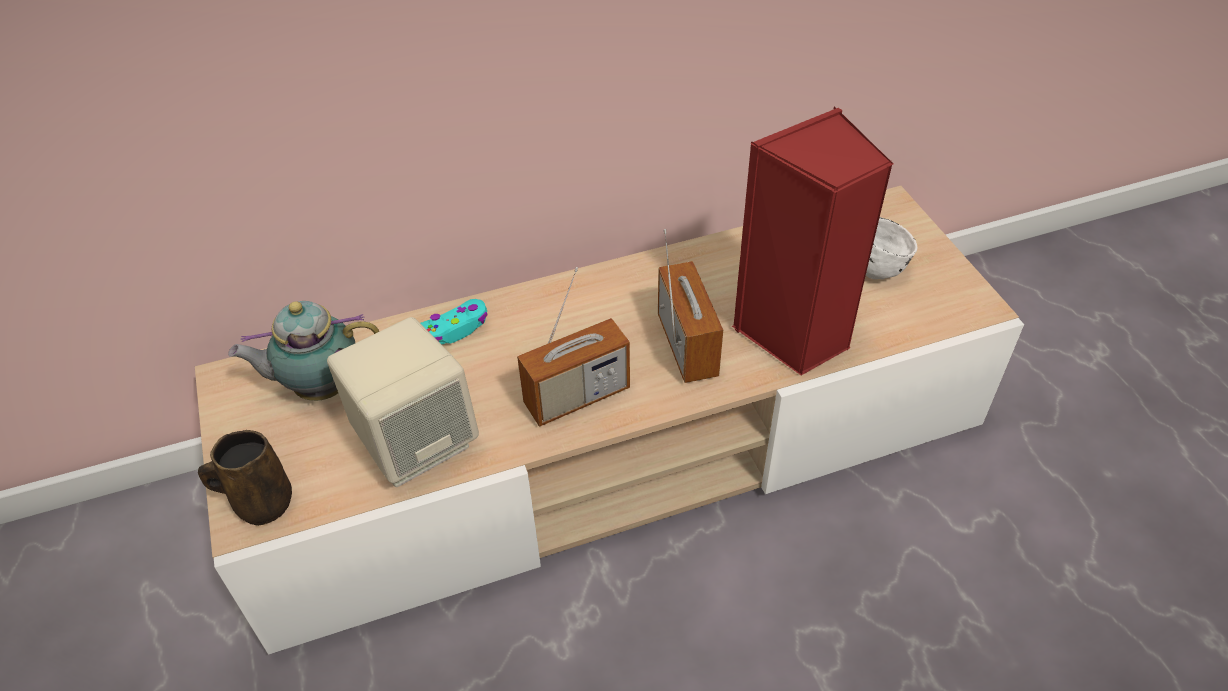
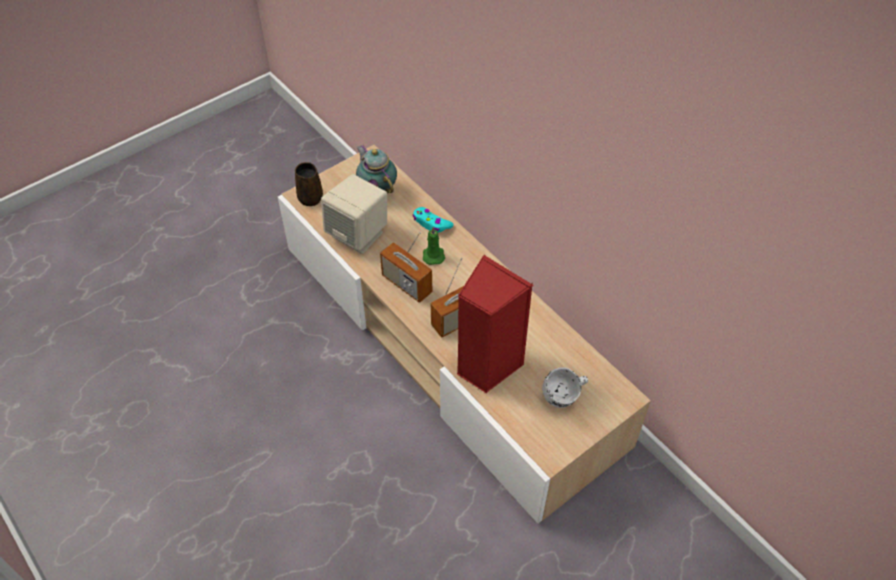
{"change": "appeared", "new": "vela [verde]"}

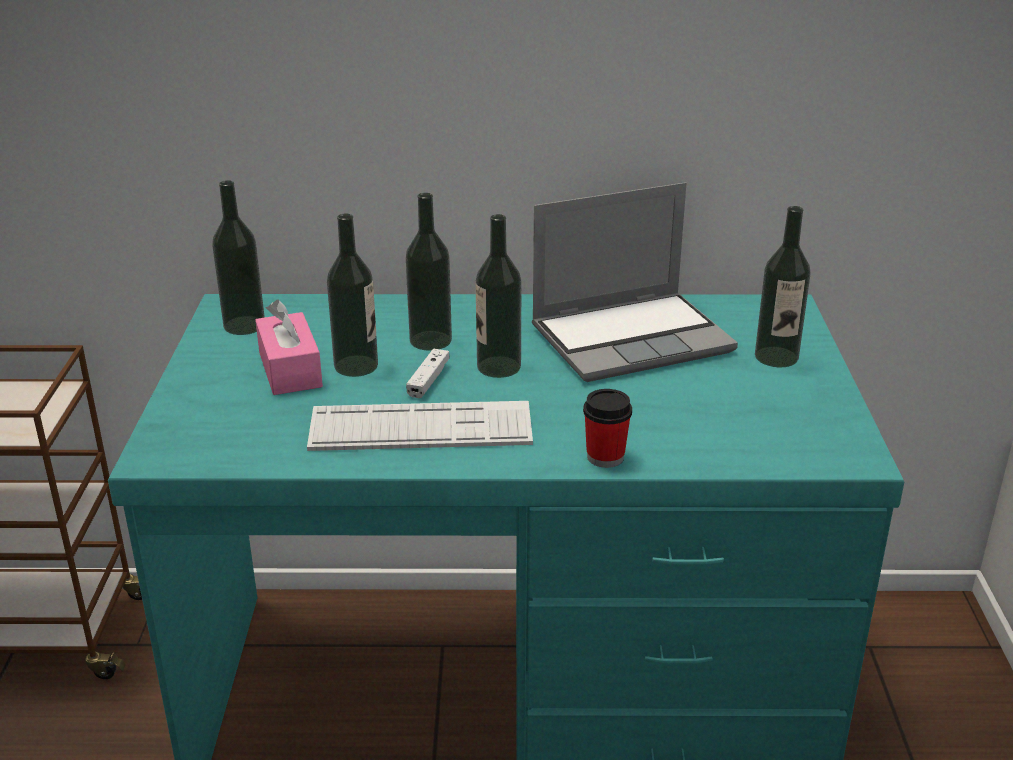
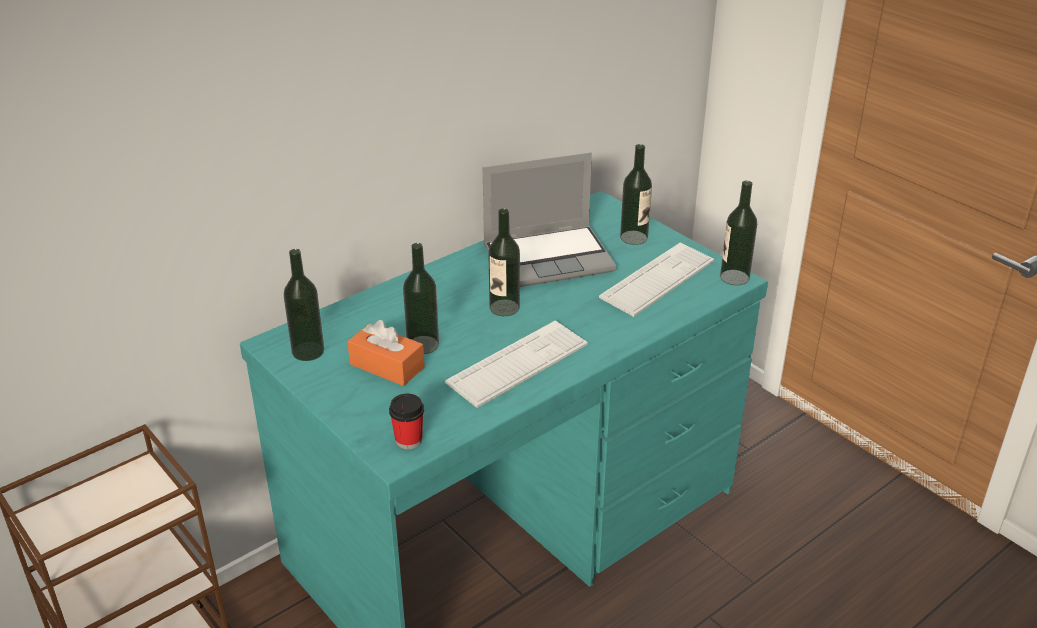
{"change": "colour", "old": "caja de pañuelos [rosa]", "new": "caja de pañuelos [naranja]"}
{"change": "relocated", "old": "botella (no. 3 from left in the first image)", "new": "botella (no. 5 from left)"}
{"change": "missing", "old": "mando de consola [blanco]"}
{"change": "spun", "old": "portátil", "degrees": 45}
{"change": "relocated", "old": "taza"}
{"change": "appeared", "new": "teclado (no. 2 from left)"}

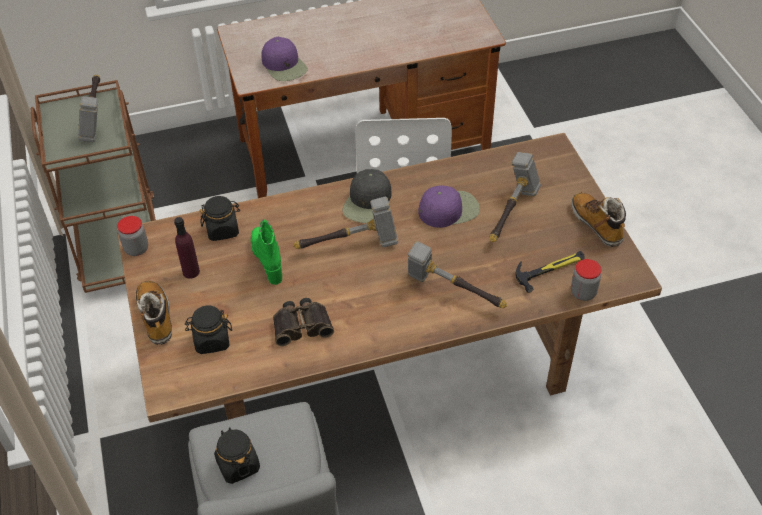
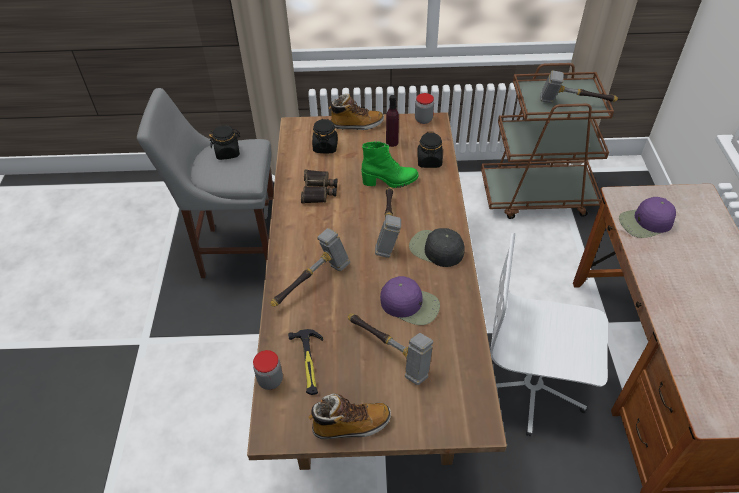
{"change": "spun", "old": "gorra [morado] (no. 2 from left in the first image)", "degrees": -60}

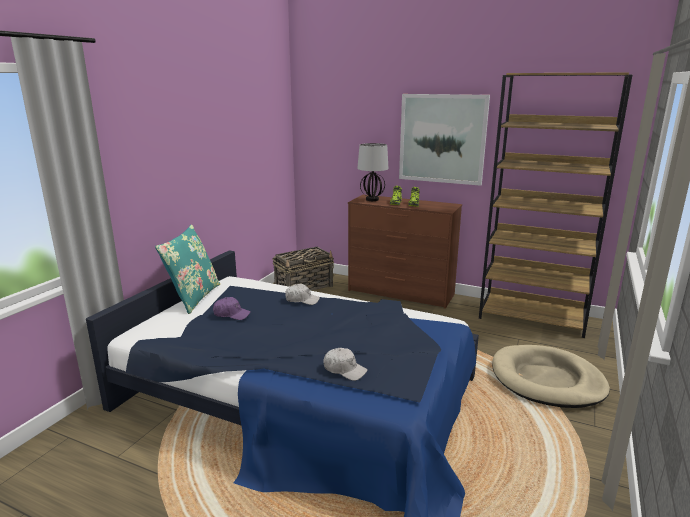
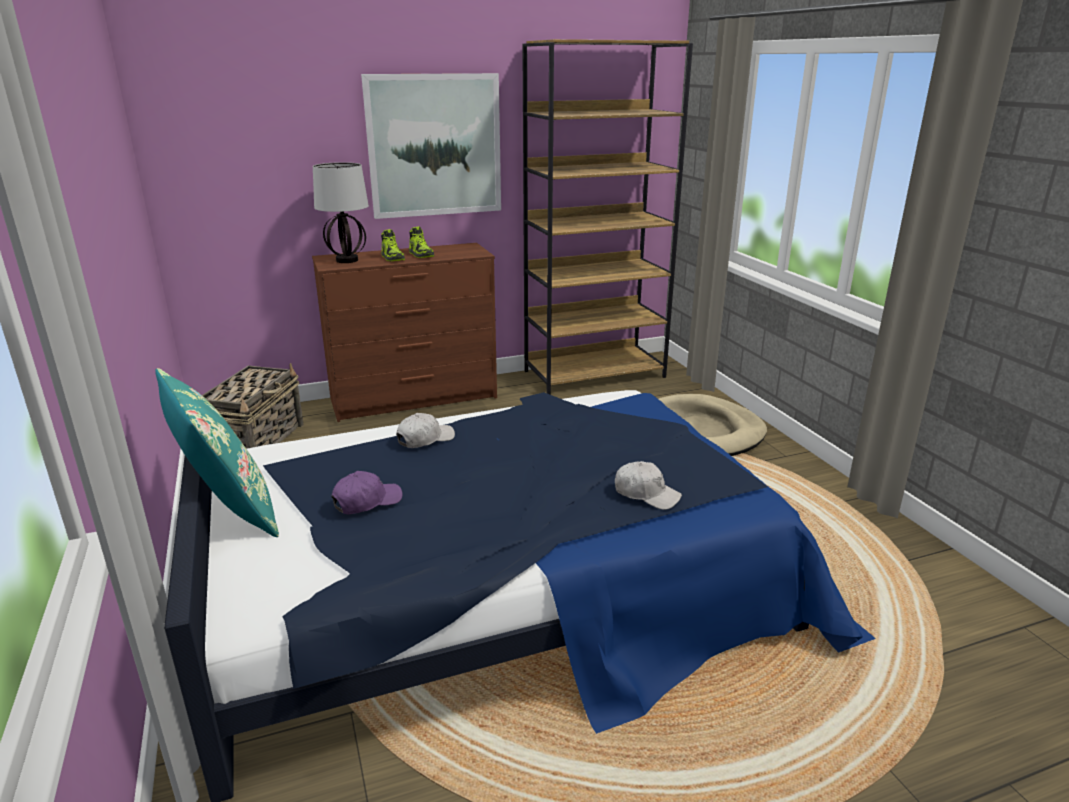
{"change": "spun", "old": "gorra [blanco] (no. 2 from left)", "degrees": 45}

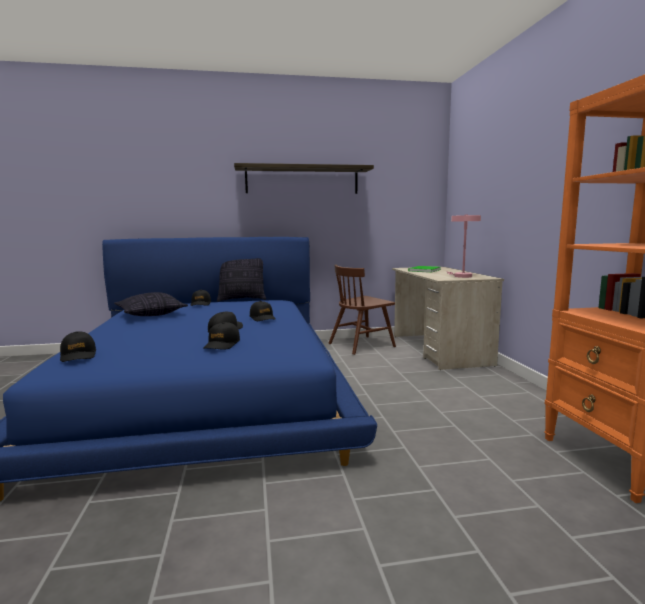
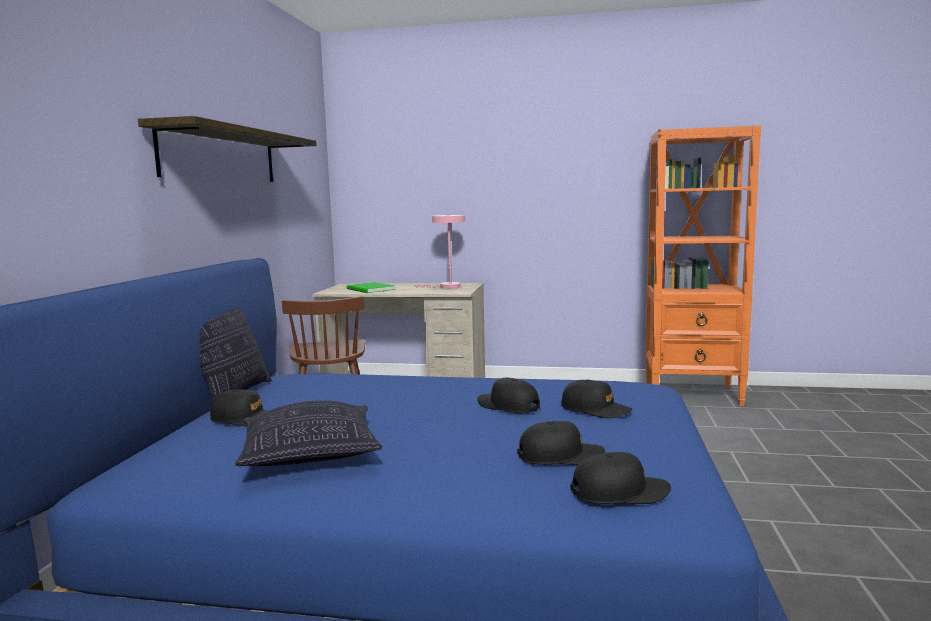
{"change": "relocated", "old": "gorra [negro] (no. 5 from left in the first image)", "new": "gorra [negro] (no. 3 from left)"}

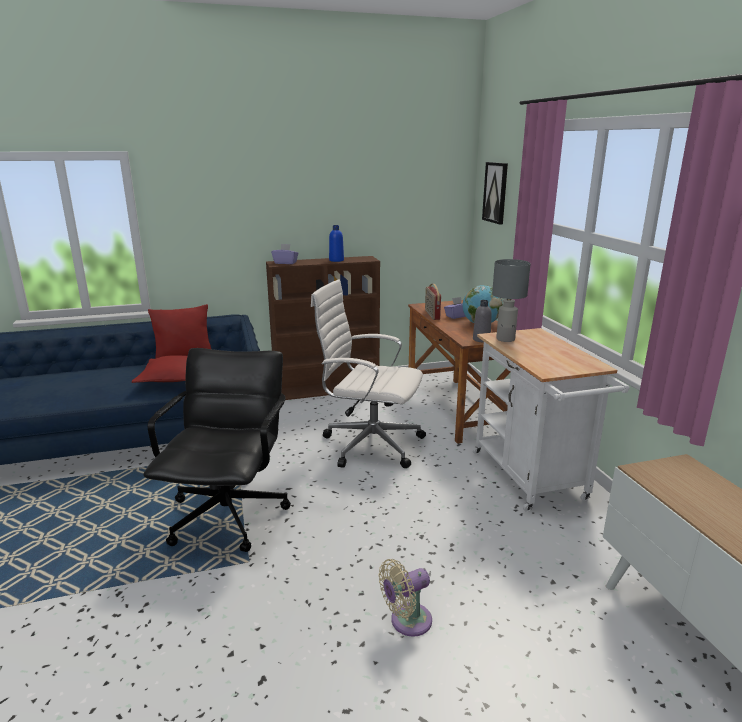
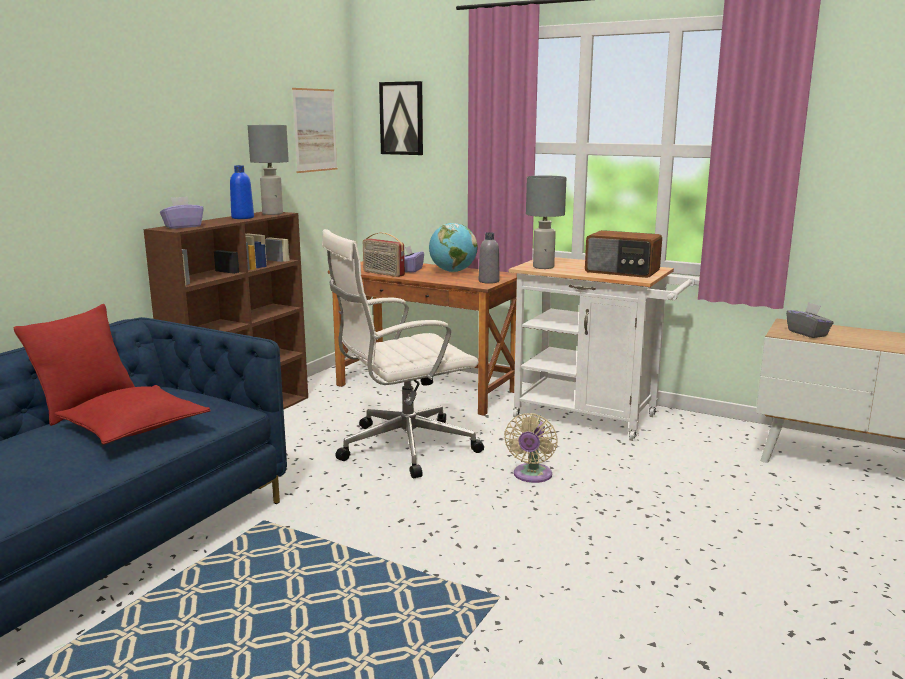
{"change": "missing", "old": "silla de oficina [negro]"}
{"change": "relocated", "old": "ventilador [beis]"}
{"change": "appeared", "new": "lámpara de mesa [gris] (no. 1 from left)"}
{"change": "appeared", "new": "cuadro (no. 1 from left)"}
{"change": "appeared", "new": "radio (no. 2 from left)"}
{"change": "appeared", "new": "caja de pañuelos [gris]"}

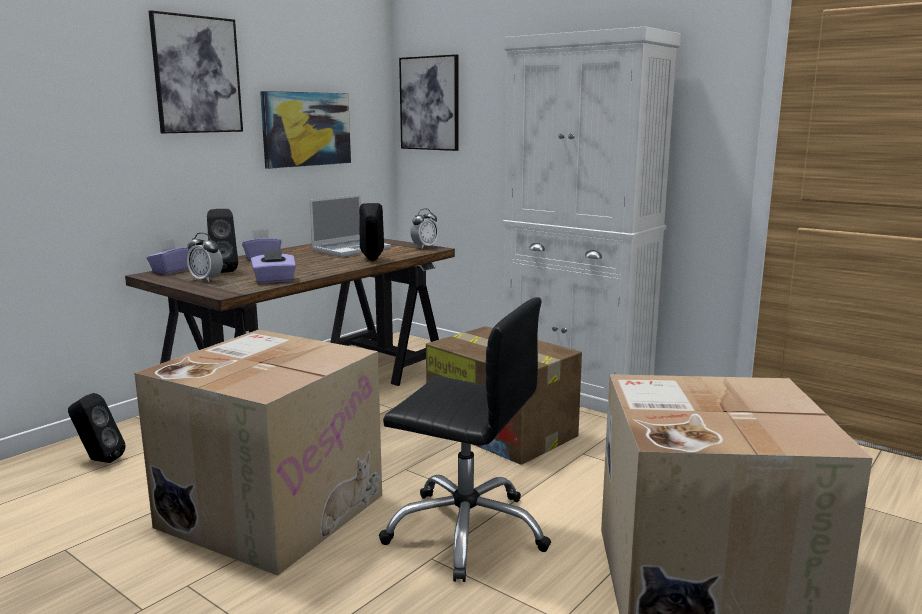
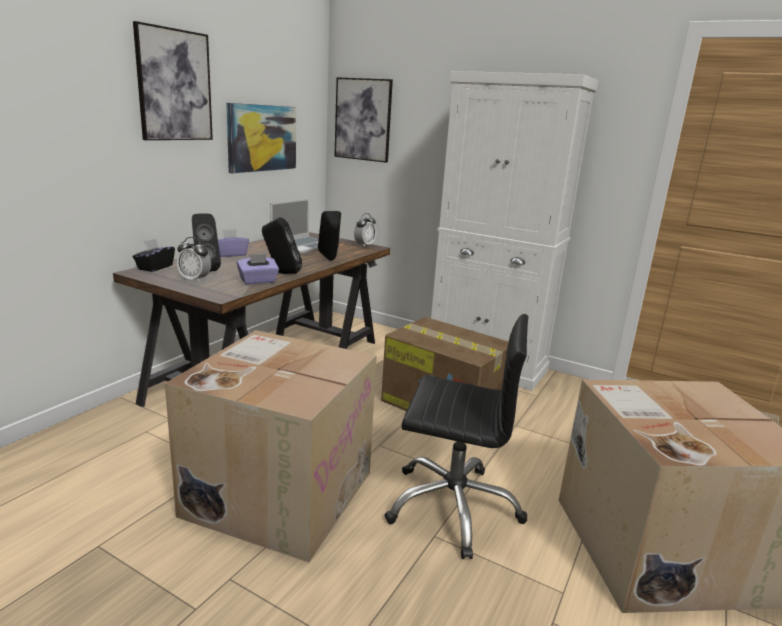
{"change": "relocated", "old": "altavoz [negro] (no. 1 from left in the first image)", "new": "altavoz [negro] (no. 2 from left)"}
{"change": "colour", "old": "caja de pañuelos [morado] (no. 1 from left)", "new": "caja de pañuelos [negro]"}

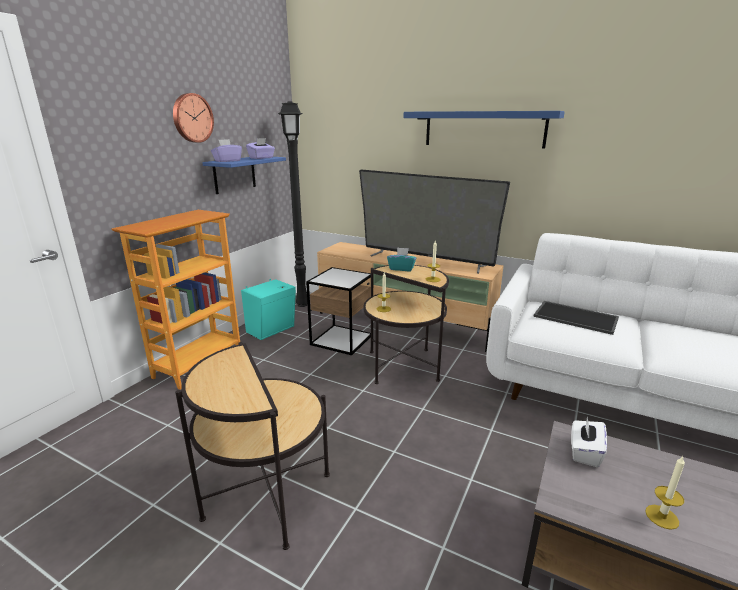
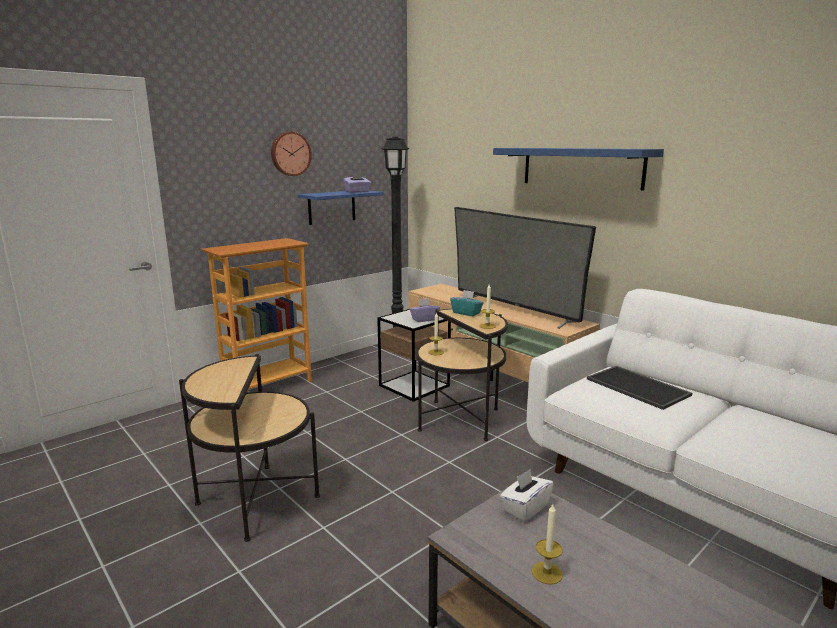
{"change": "relocated", "old": "caja de pañuelos [morado] (no. 1 from left in the first image)", "new": "caja de pañuelos [morado] (no. 2 from left)"}
{"change": "missing", "old": "altavoz [turquesa]"}

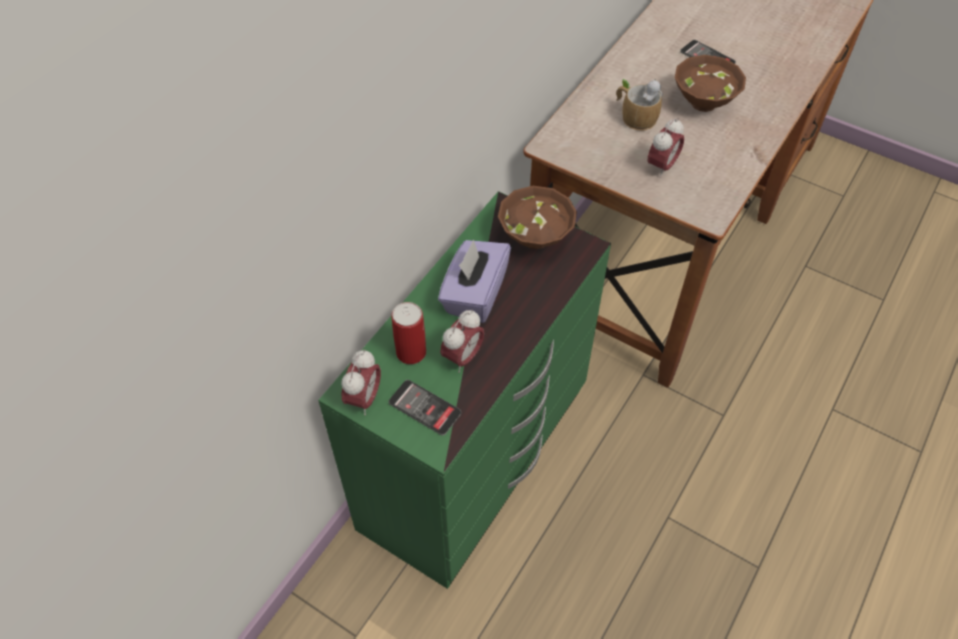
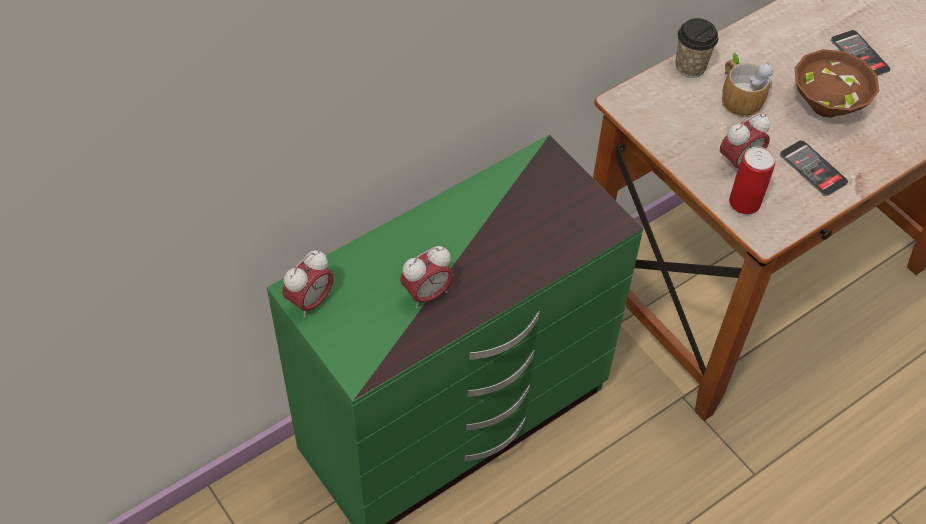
{"change": "relocated", "old": "móvil (no. 1 from left)"}
{"change": "relocated", "old": "lata"}
{"change": "missing", "old": "caja de pañuelos [morado]"}
{"change": "missing", "old": "cuenco [marrón] (no. 1 from left)"}
{"change": "appeared", "new": "taza"}

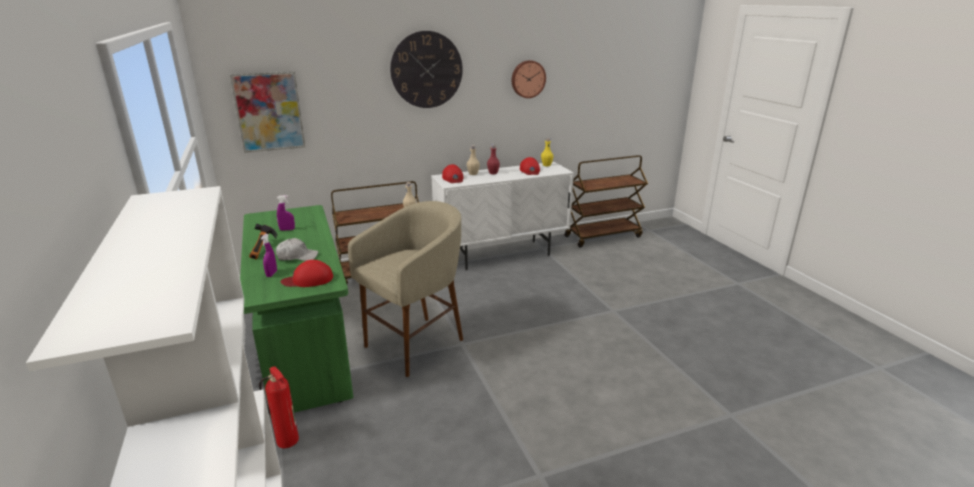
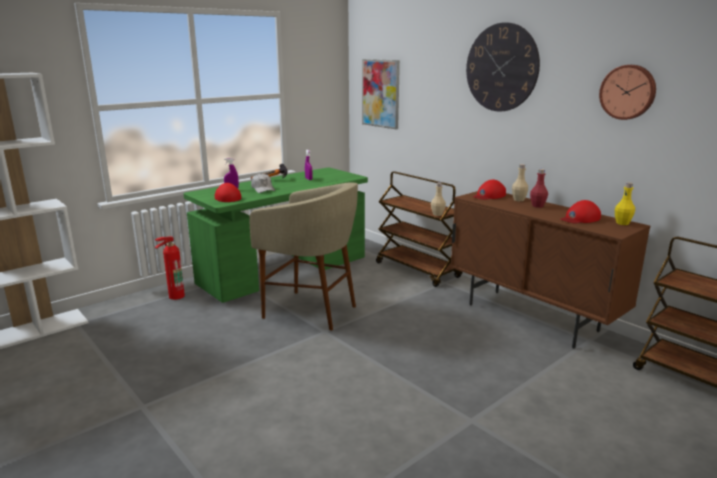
{"change": "colour", "old": "armario [blanco]", "new": "armario [marrón]"}

